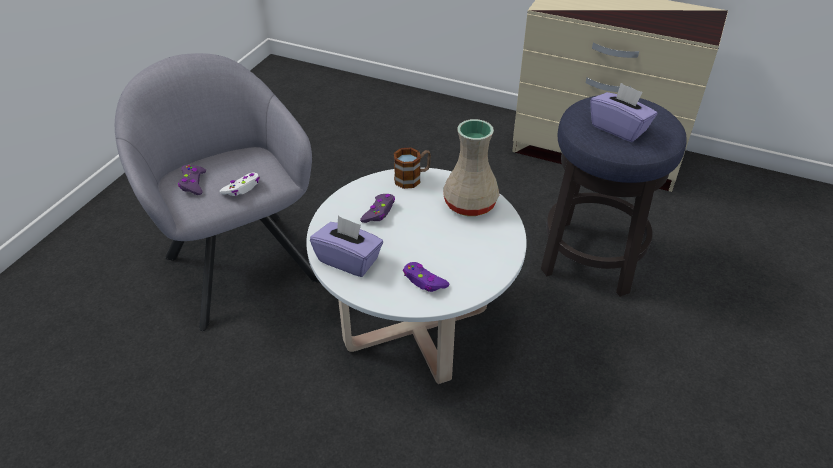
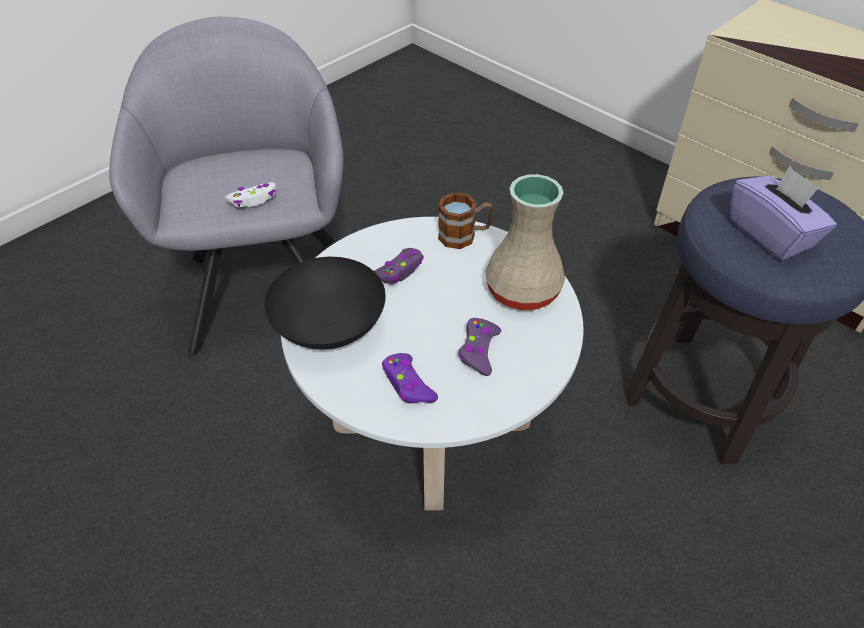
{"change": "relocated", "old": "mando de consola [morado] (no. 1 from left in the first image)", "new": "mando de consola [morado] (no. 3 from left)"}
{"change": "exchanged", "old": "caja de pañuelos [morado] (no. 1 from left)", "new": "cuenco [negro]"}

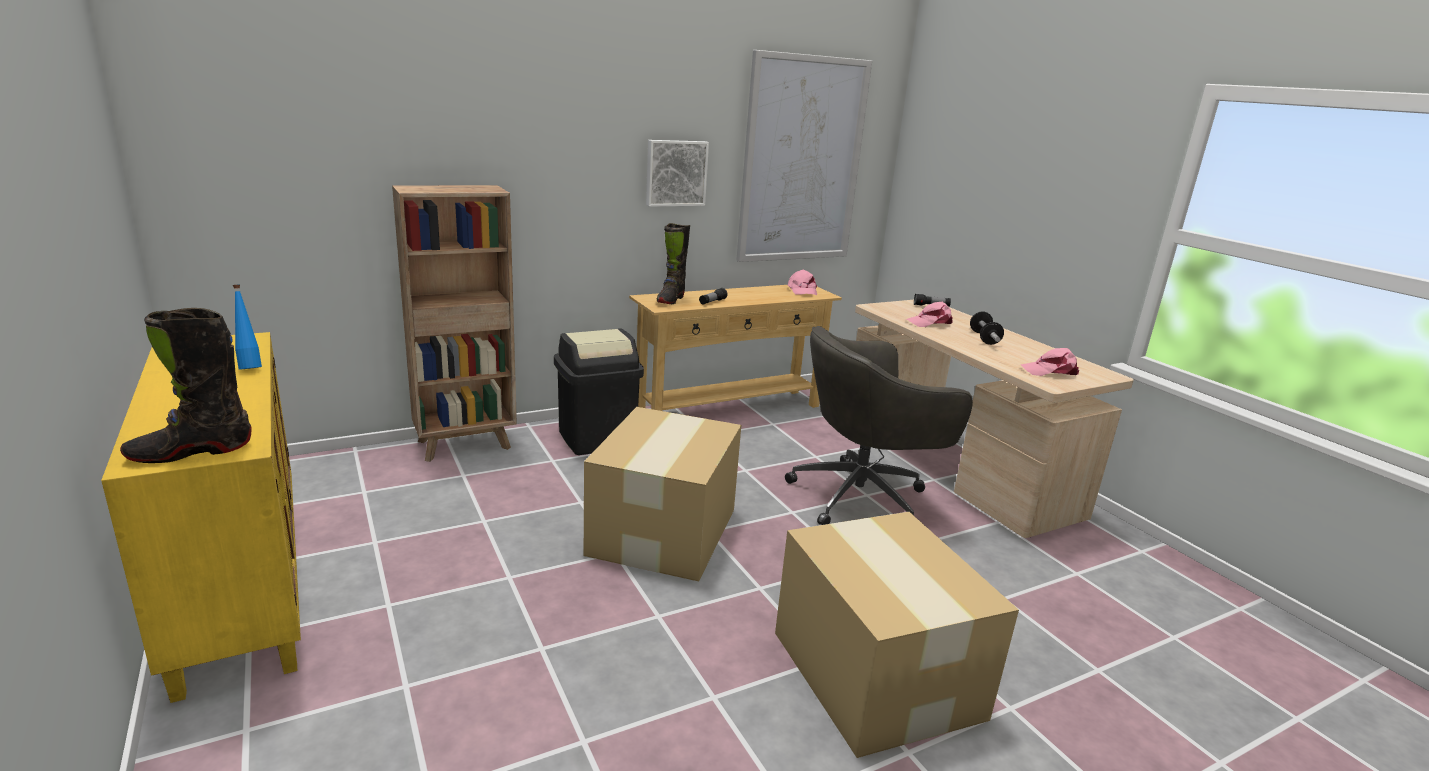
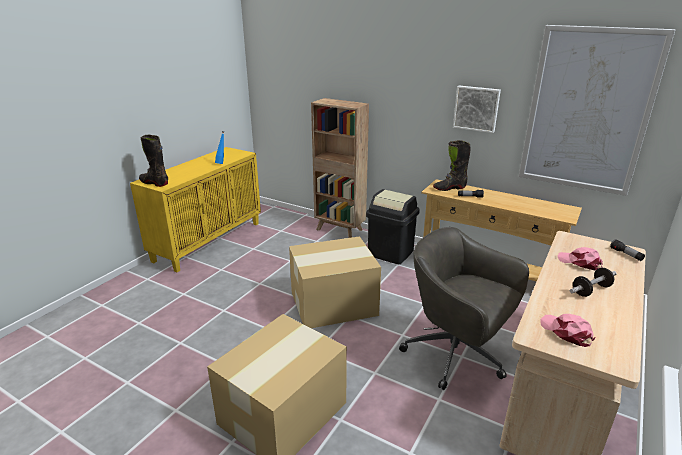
{"change": "missing", "old": "gorra [rosa] (no. 1 from left)"}

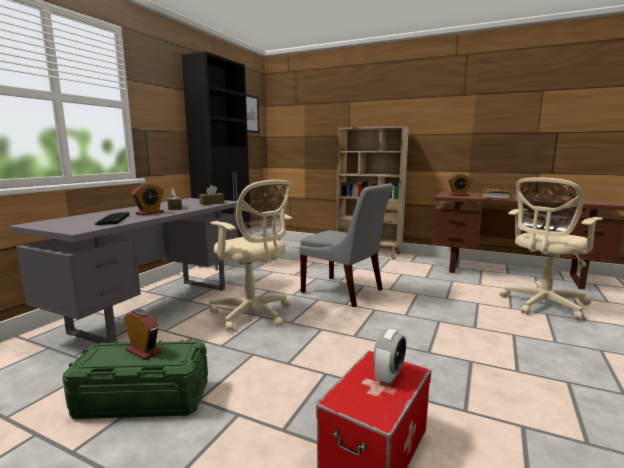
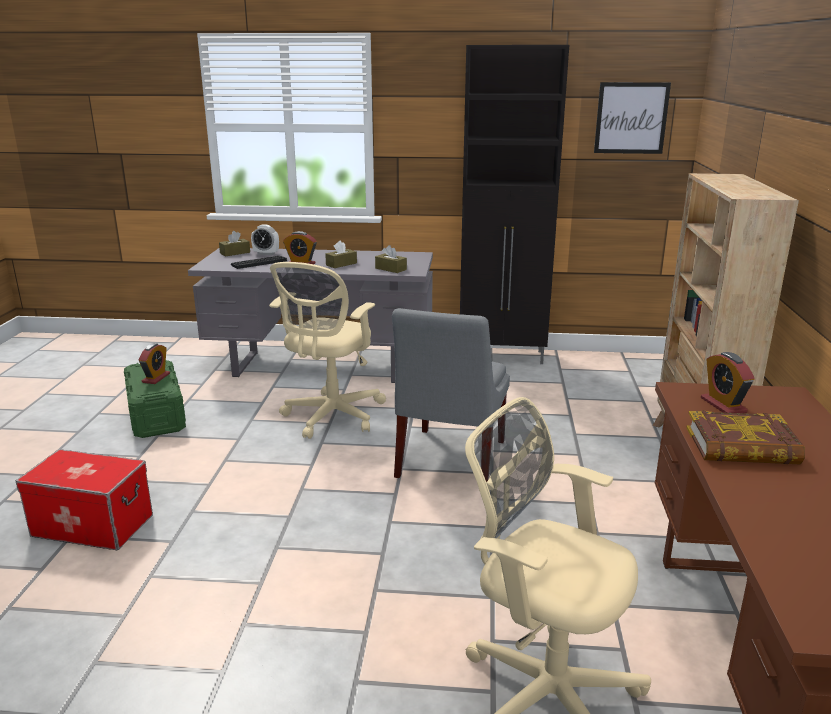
{"change": "relocated", "old": "despertador (no. 3 from left in the first image)", "new": "despertador (no. 2 from left)"}
{"change": "appeared", "new": "caja de pañuelos [marrón] (no. 1 from left)"}

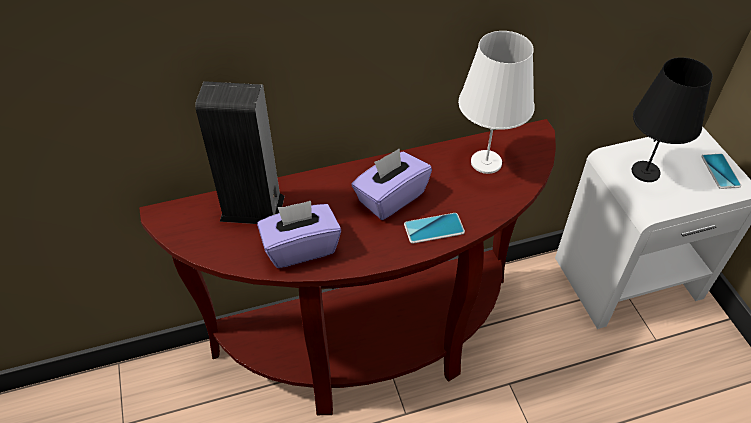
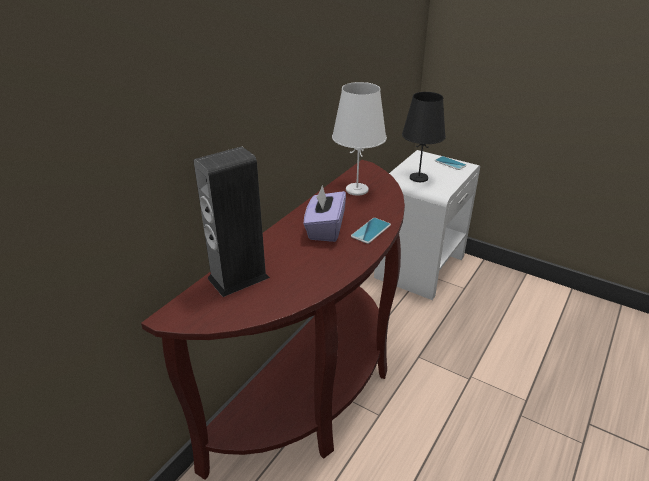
{"change": "missing", "old": "caja de pañuelos [morado] (no. 1 from left)"}

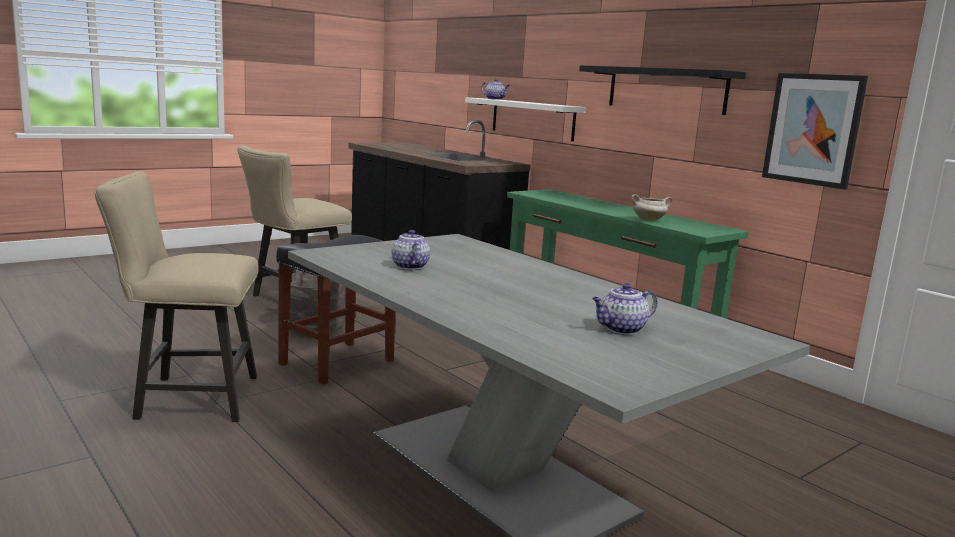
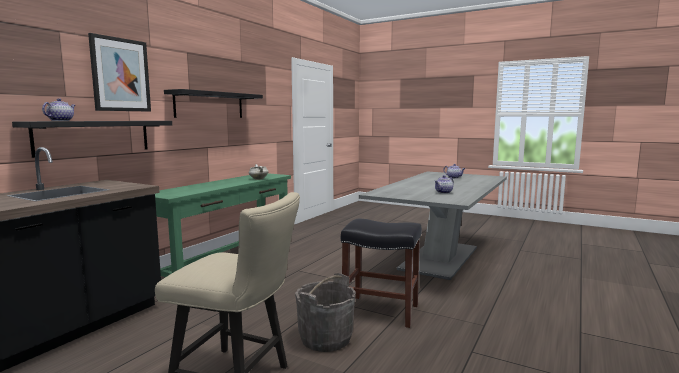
{"change": "missing", "old": "silla [beis] (no. 1 from left)"}
{"change": "colour", "old": "estante [blanco]", "new": "estante [negro] (no. 1 from left)"}
{"change": "relocated", "old": "cuadro"}

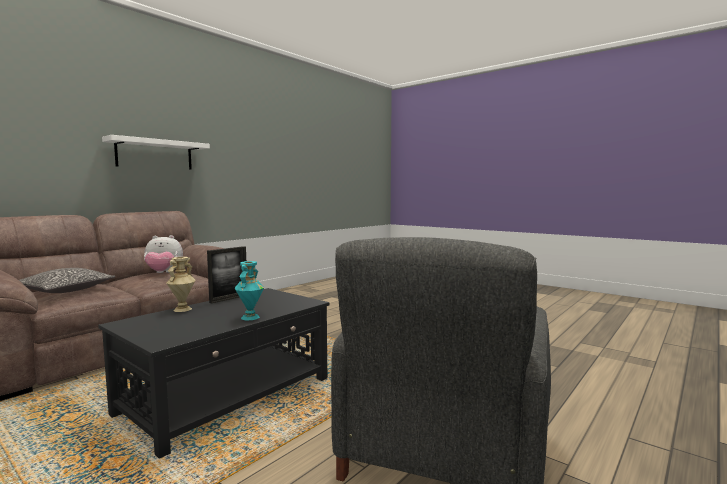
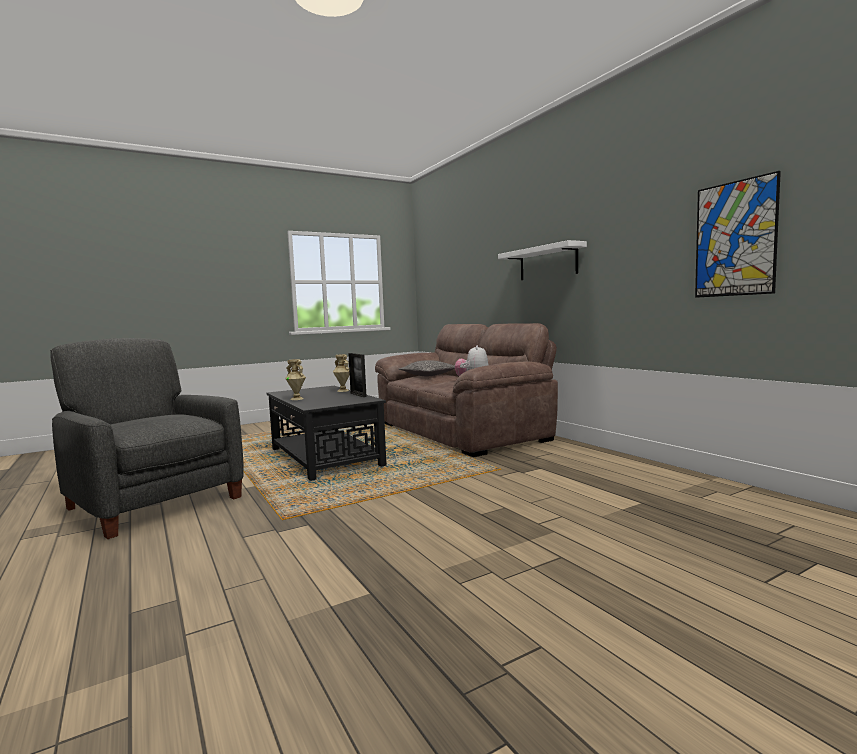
{"change": "colour", "old": "florero [turquesa]", "new": "florero [beis] (no. 1 from left)"}
{"change": "appeared", "new": "cuadro"}

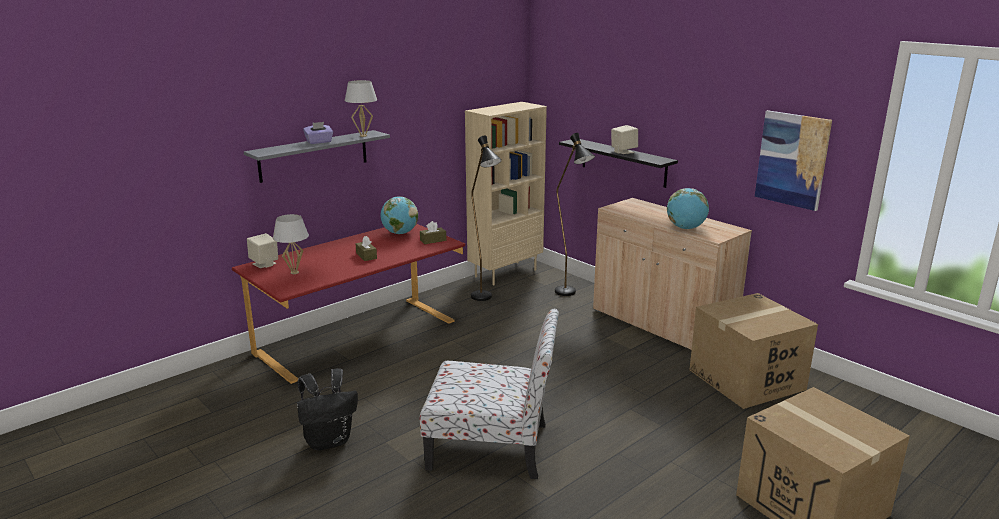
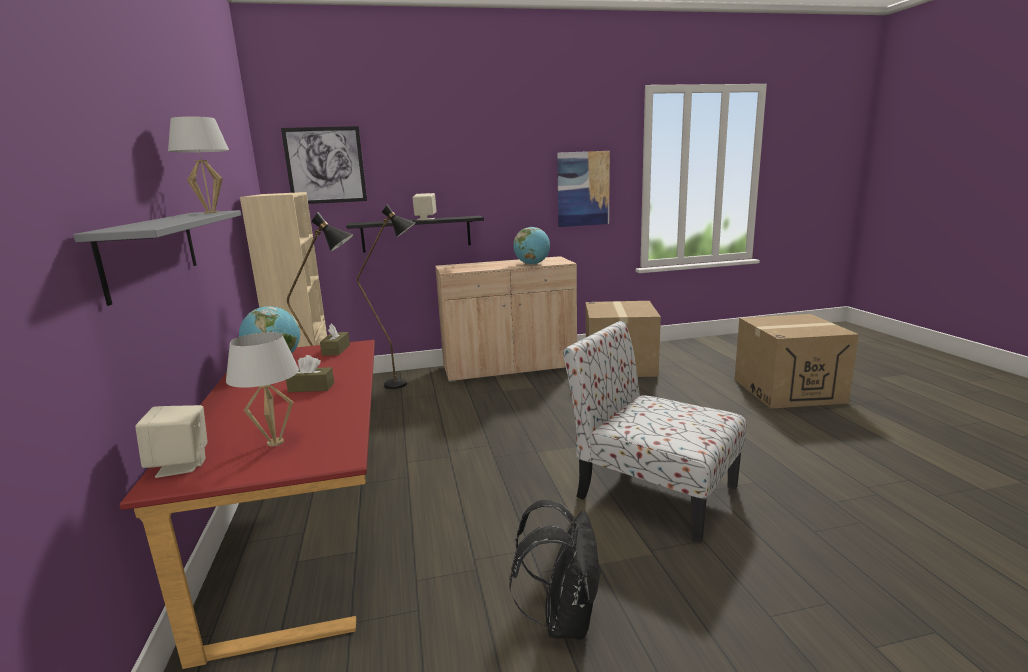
{"change": "missing", "old": "caja de pañuelos [morado]"}
{"change": "spun", "old": "silla", "degrees": -90}
{"change": "appeared", "new": "cuadro (no. 1 from left)"}

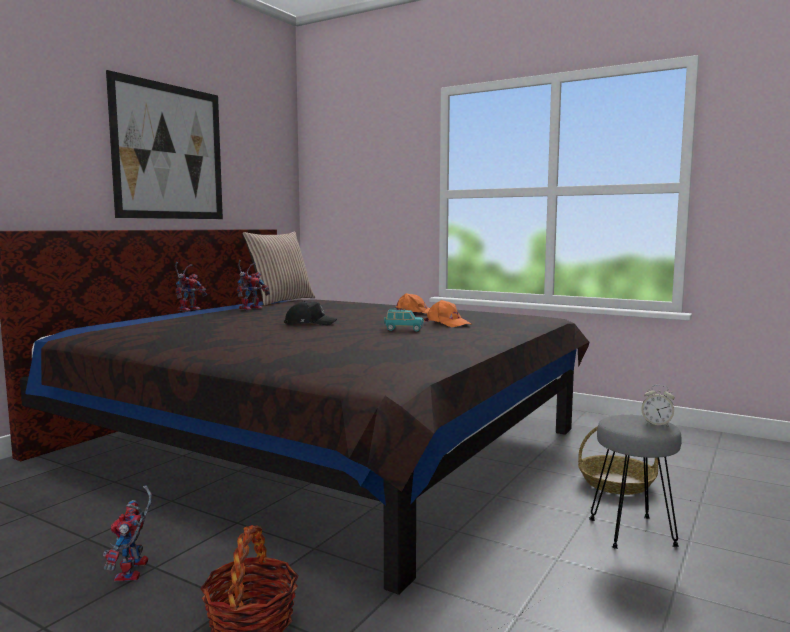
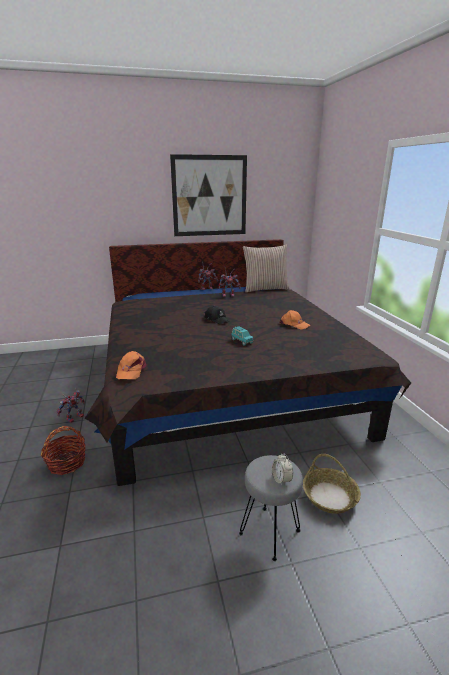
{"change": "relocated", "old": "gorra [naranja] (no. 2 from left in the first image)", "new": "gorra [naranja] (no. 1 from left)"}

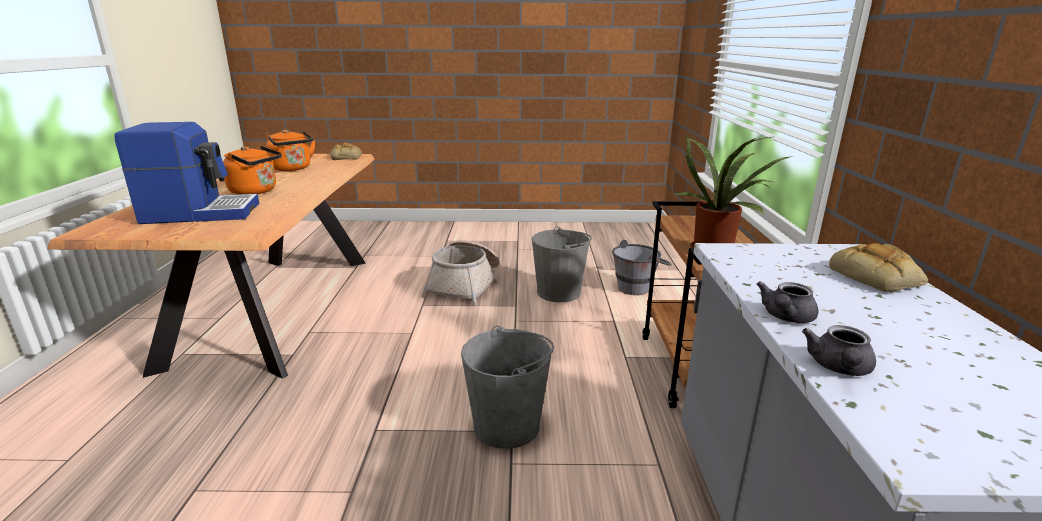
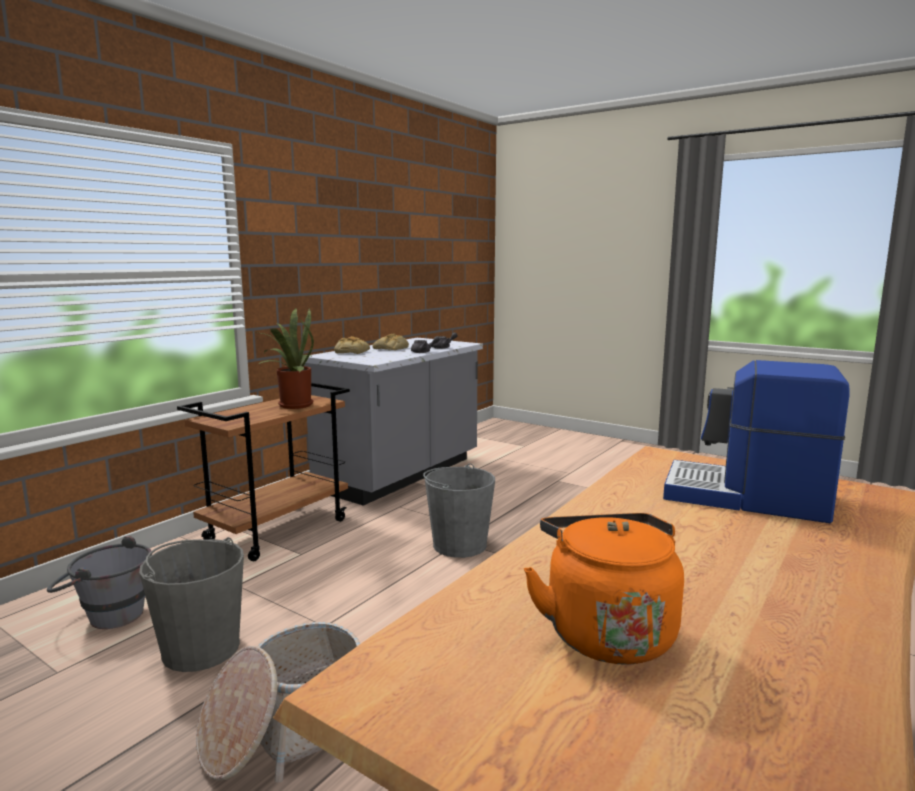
{"change": "missing", "old": "hervidor [naranja] (no. 1 from left)"}
{"change": "relocated", "old": "pan (no. 1 from left in the first image)", "new": "pan (no. 2 from left)"}

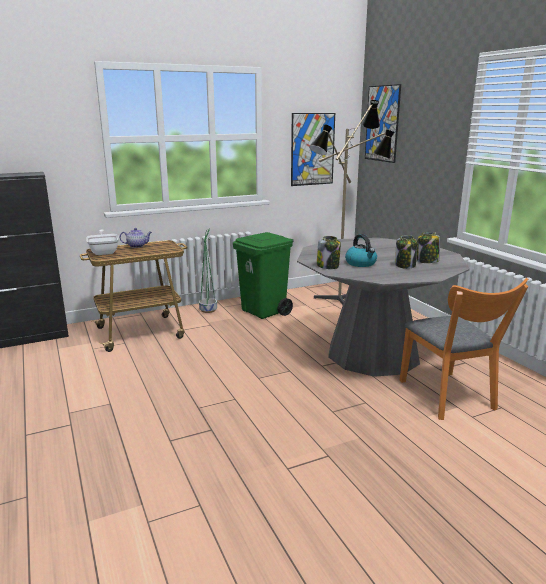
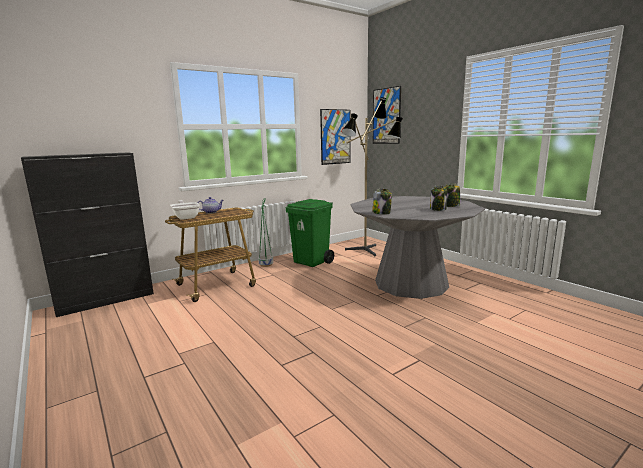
{"change": "missing", "old": "hervidor"}
{"change": "missing", "old": "silla [naranja]"}

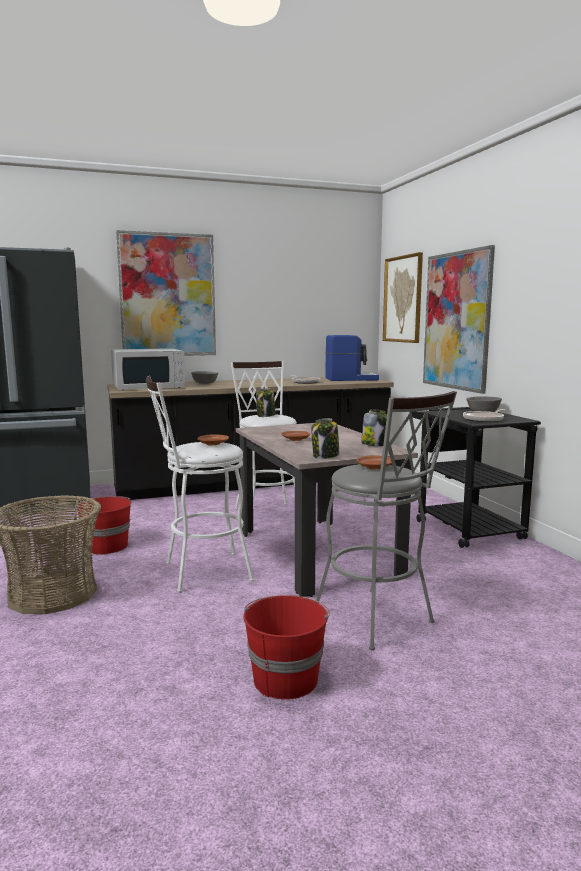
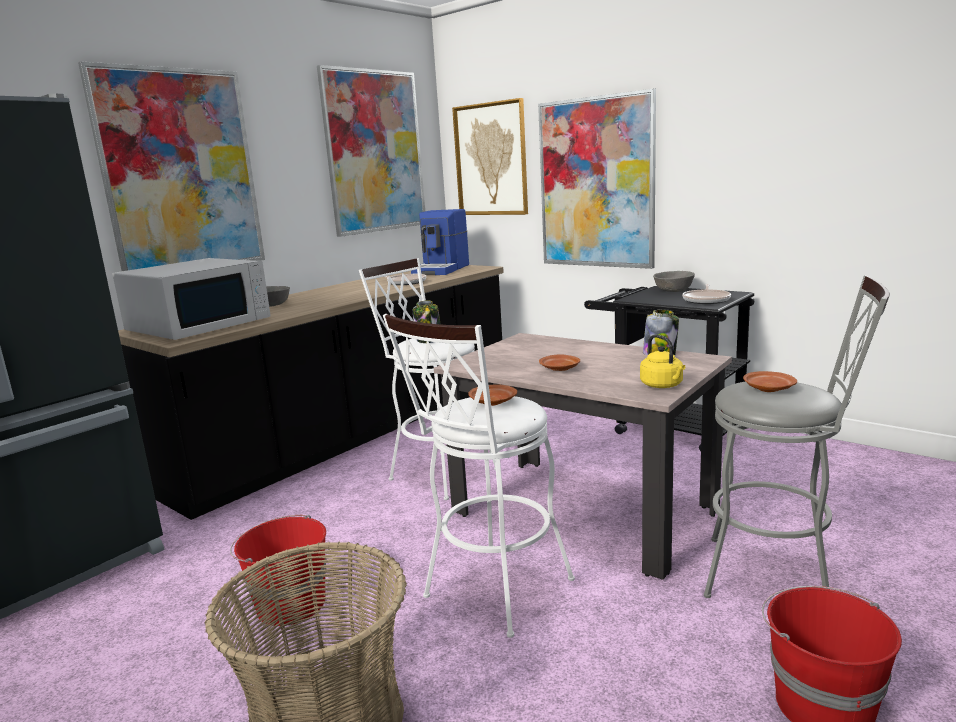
{"change": "exchanged", "old": "tarro (no. 2 from left)", "new": "hervidor [amarillo]"}
{"change": "spun", "old": "cafetera", "degrees": 150}
{"change": "appeared", "new": "cuadro (no. 2 from left)"}

